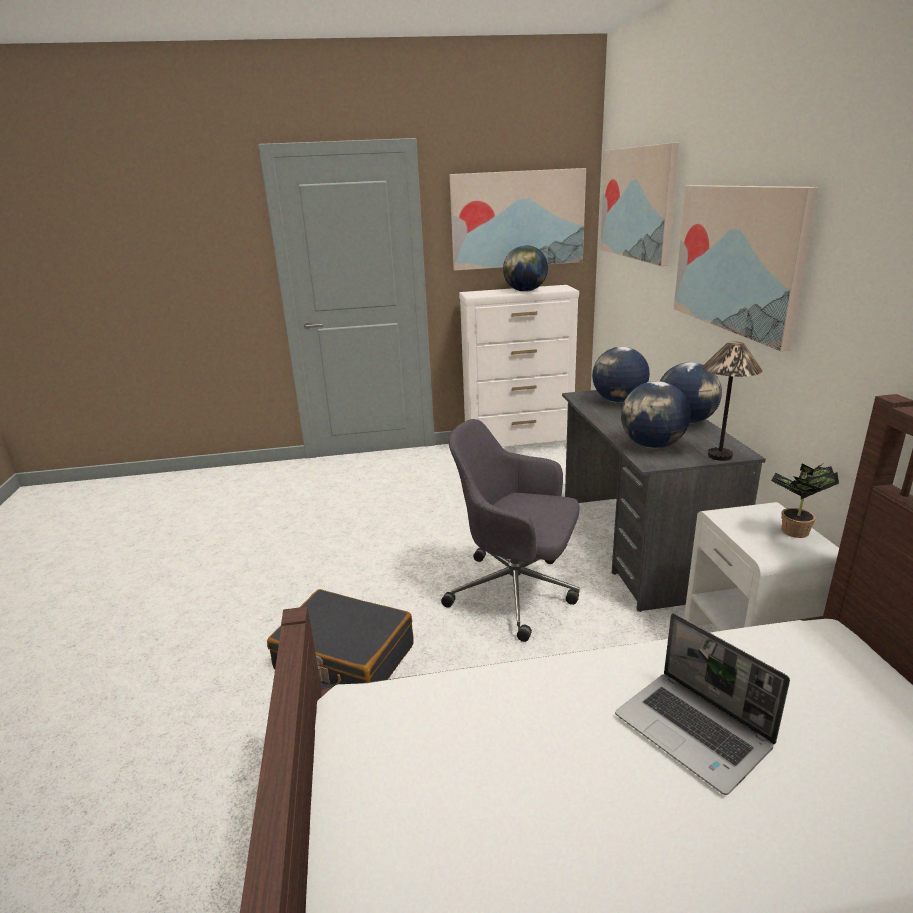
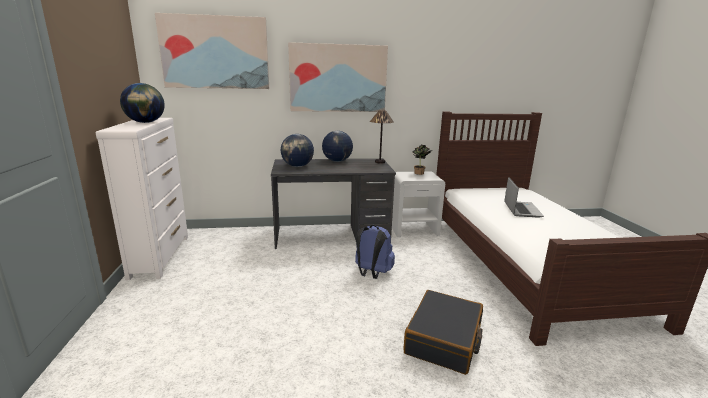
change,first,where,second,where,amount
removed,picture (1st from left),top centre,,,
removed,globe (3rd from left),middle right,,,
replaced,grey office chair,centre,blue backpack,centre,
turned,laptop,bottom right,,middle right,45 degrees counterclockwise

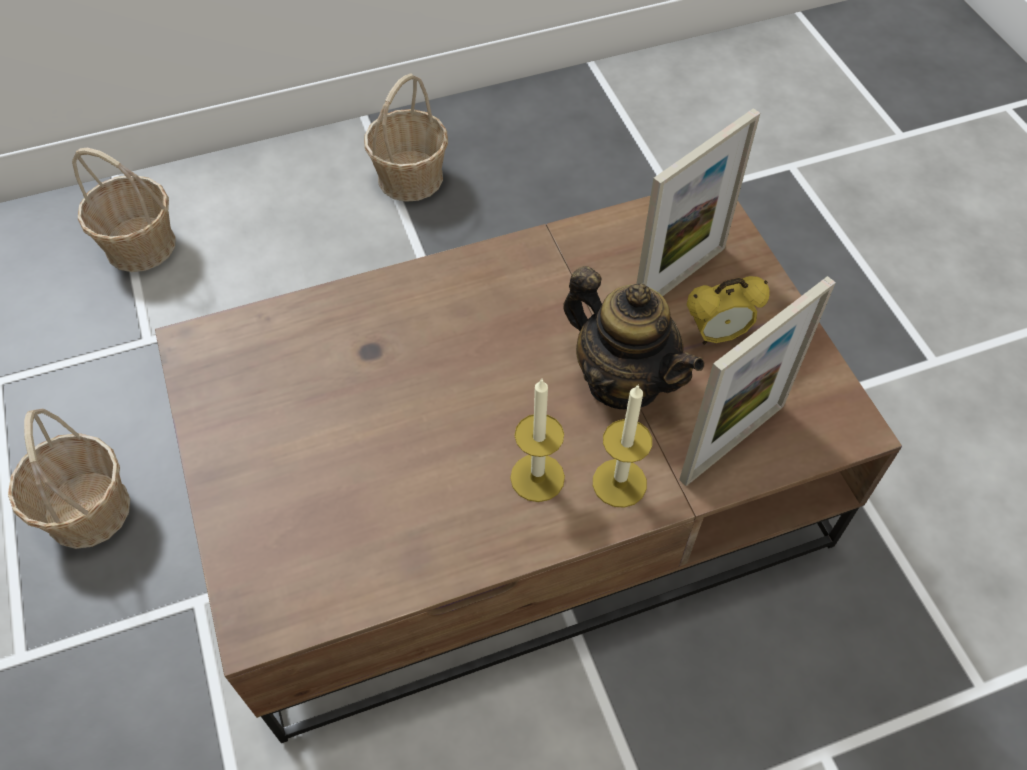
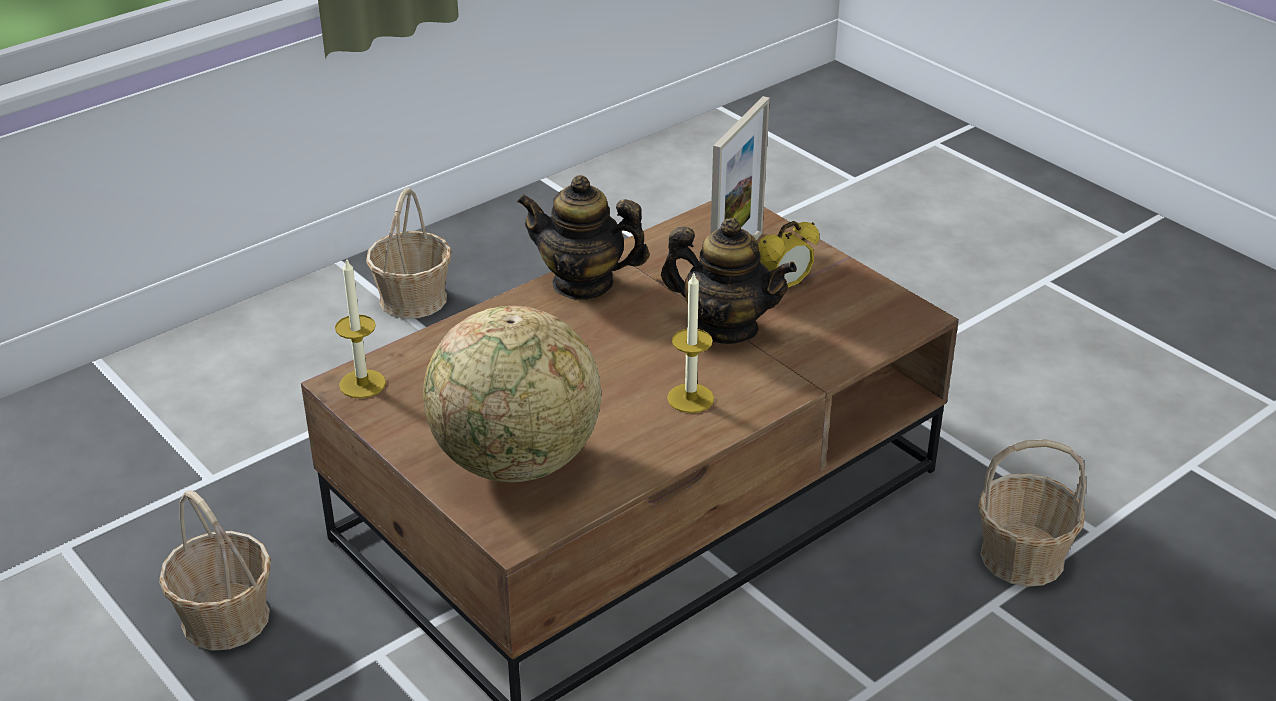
change,first,where,second,where,amount
moved,basket (2nd from left in the first image),top left,basket (3rd from left),bottom right,
removed,picture frame (2nd from left),middle right,,,
moved,candle (2nd from left in the first image),centre,candle (1st from left),middle left,
added,,,teapot (1st from left),centre,
added,,,globe,centre,

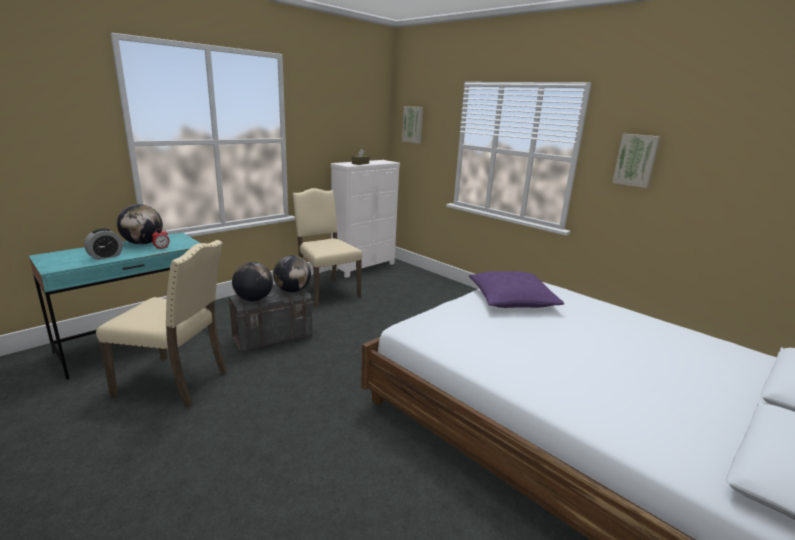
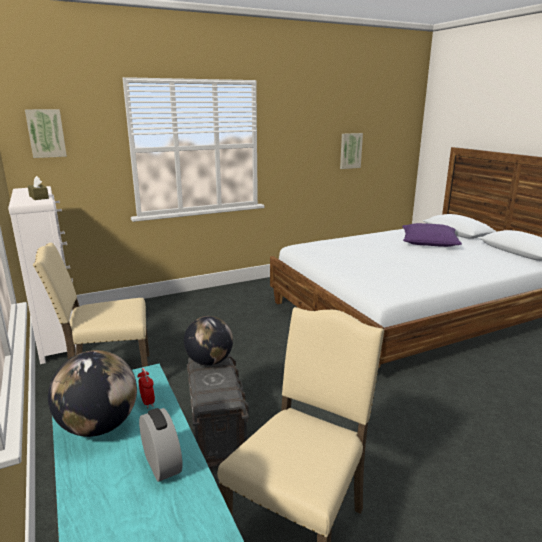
change,first,where,second,where,amount
moved,picture (2nd from left),top right,,top centre,
removed,globe (2nd from left),middle left,,,
moved,purple pillow,centre,,middle right,

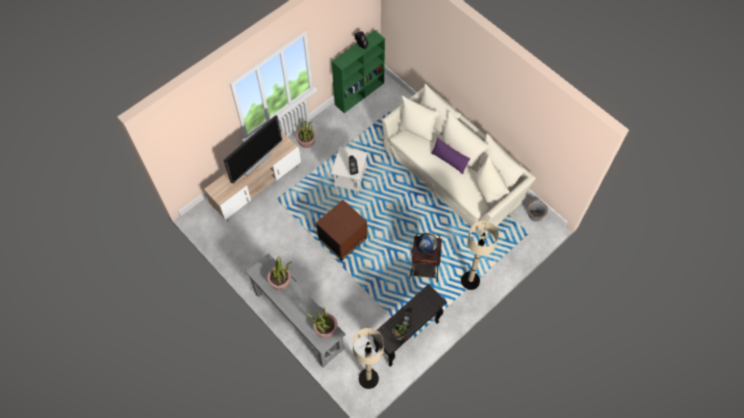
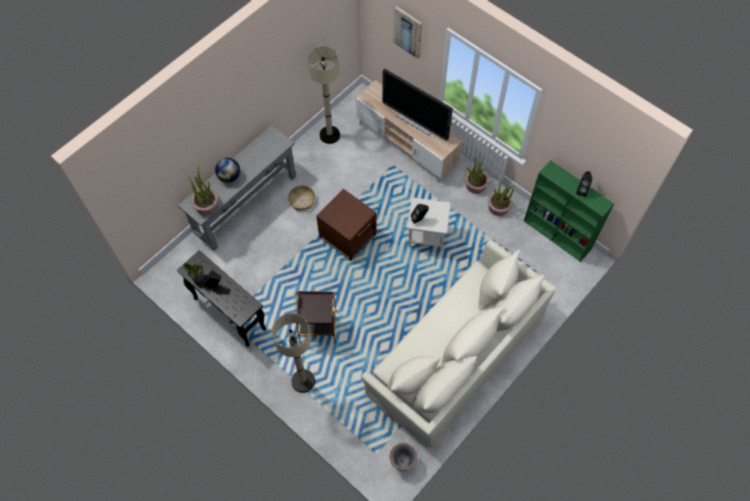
change,first,where,second,where,amount
removed,purple pillow,centre,,,
moved,globe,centre,,middle left,
moved,potted plant (1st from left in the first image),centre,potted plant (4th from left),middle right,
moved,beige floor lamp (1st from left in the first image),bottom centre,beige floor lamp (2nd from left),top centre,
added,,,picture,top centre,
added,,,basket,centre,

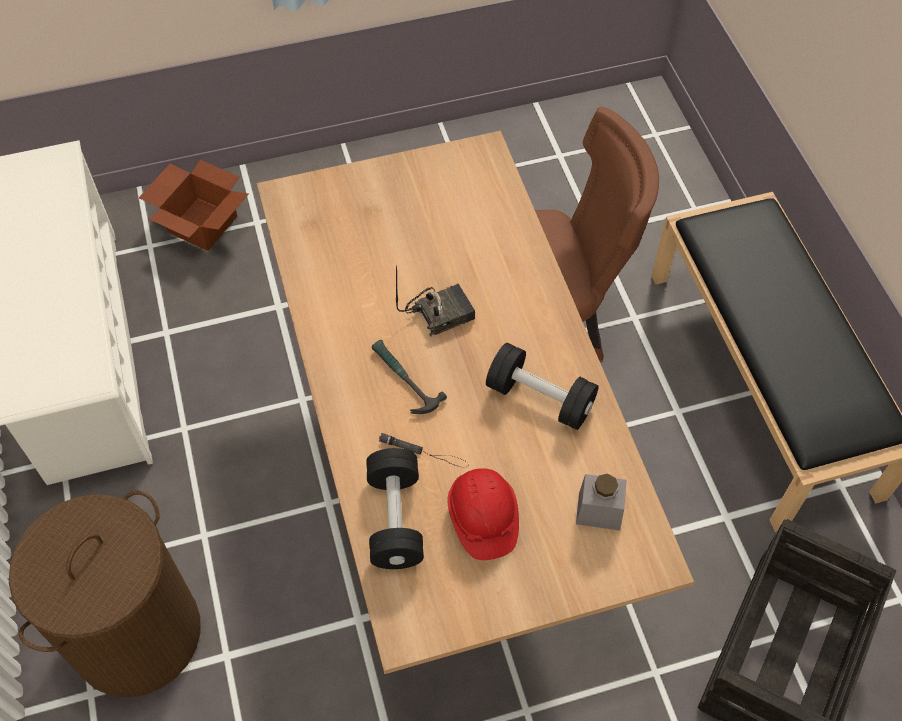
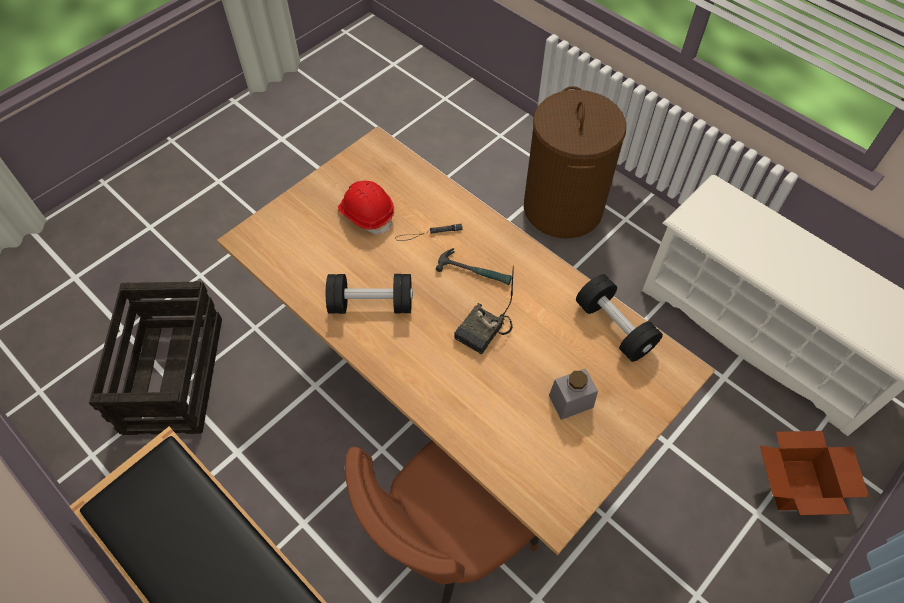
change,first,where,second,where,amount
moved,black dumbbell (1st from left in the first image),bottom centre,black dumbbell (2nd from left),middle right,
moved,grey jar,bottom centre,,centre,

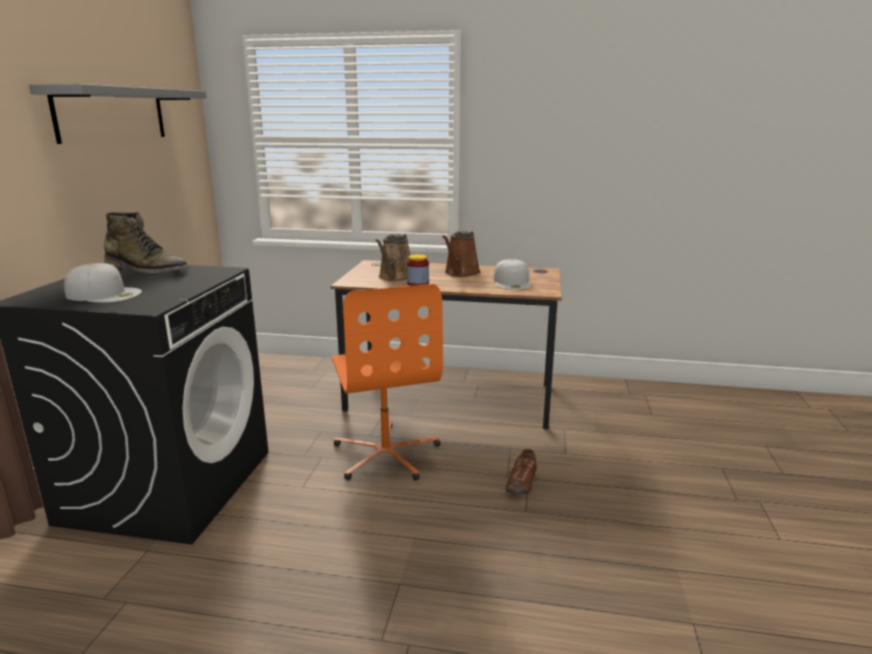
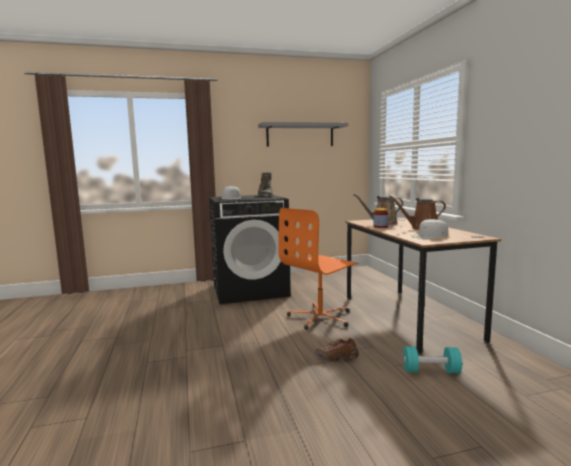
change,first,where,second,where,amount
added,,,turquoise dumbbell,bottom right,

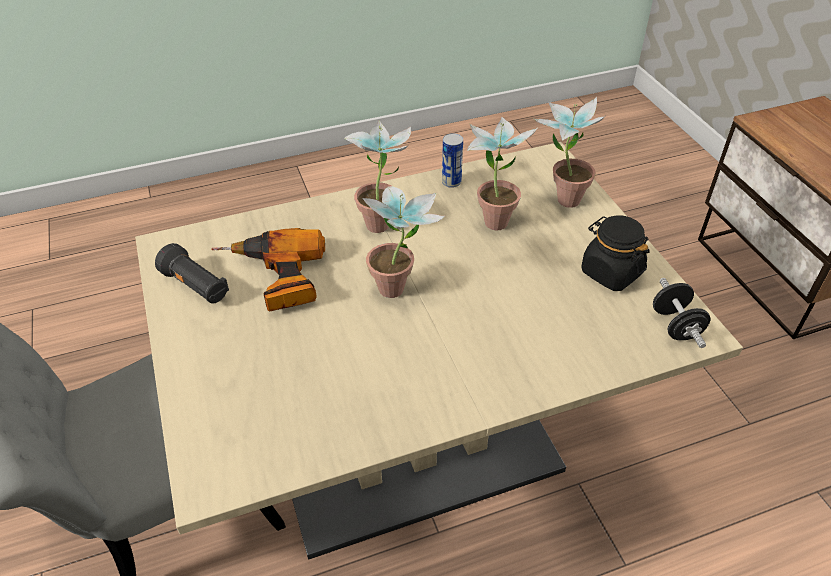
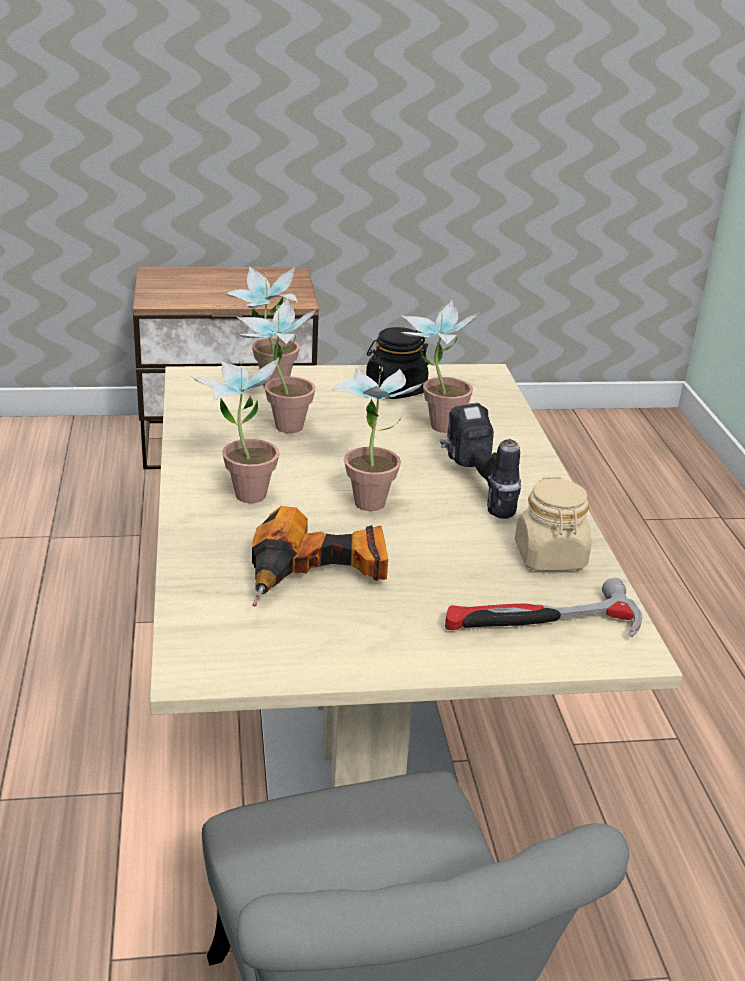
change,first,where,second,where,amount
removed,can,top centre,,,
removed,black flashlight,middle left,,,
removed,black dumbbell,middle right,,,
added,,,potted plant (5th from left),centre,
added,,,power drill (2nd from left),centre,
added,,,beige jar,middle right,
added,,,hammer,middle right,

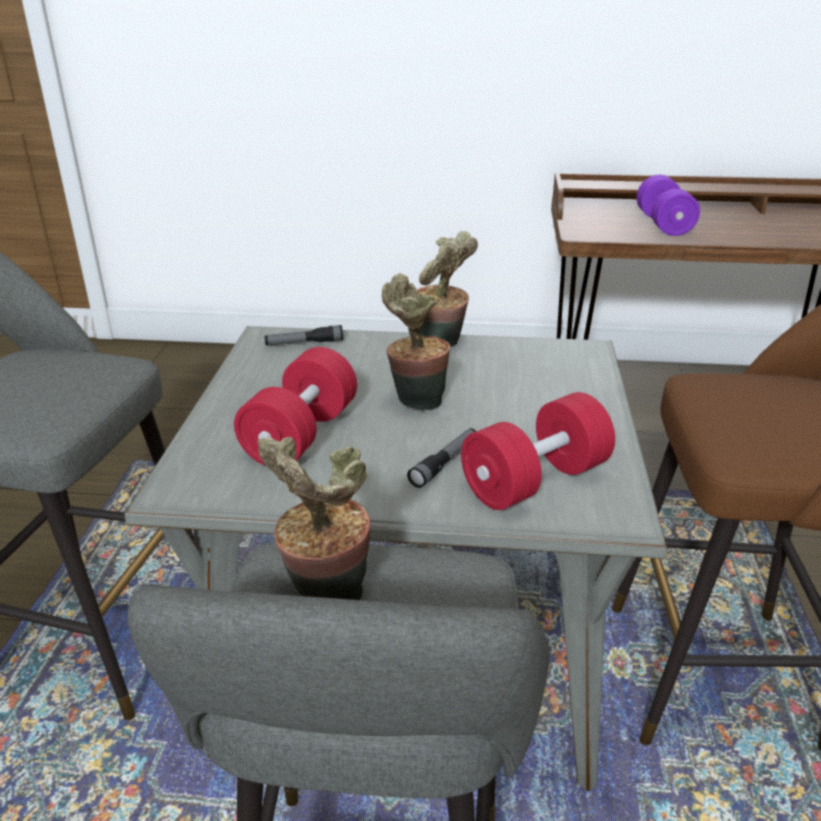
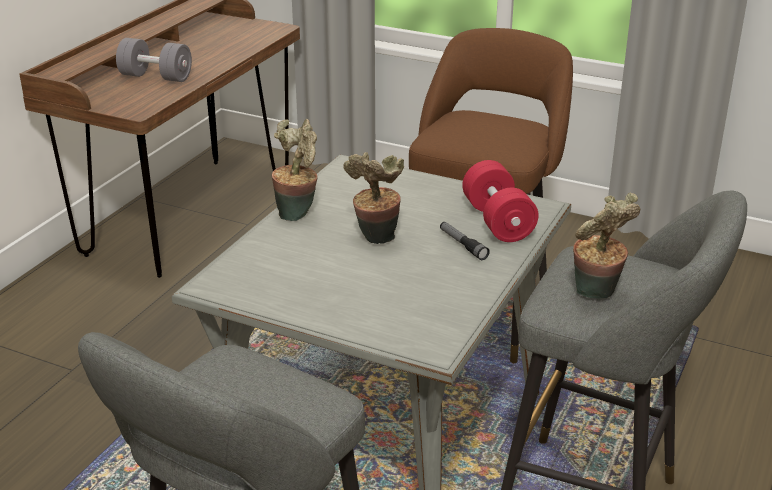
change,first,where,second,where,amount
recoloured,purple dumbbell,top right,grey dumbbell,top left,
removed,flashlight (1st from left),centre,,,
removed,red dumbbell (1st from left),centre,,,

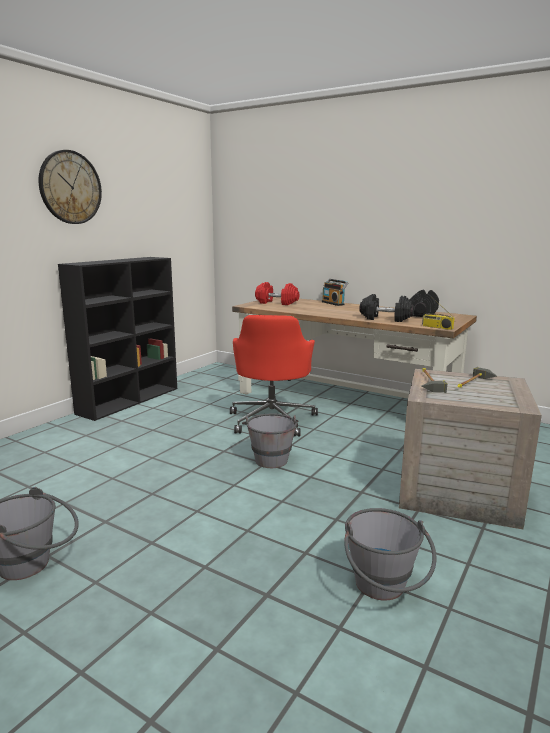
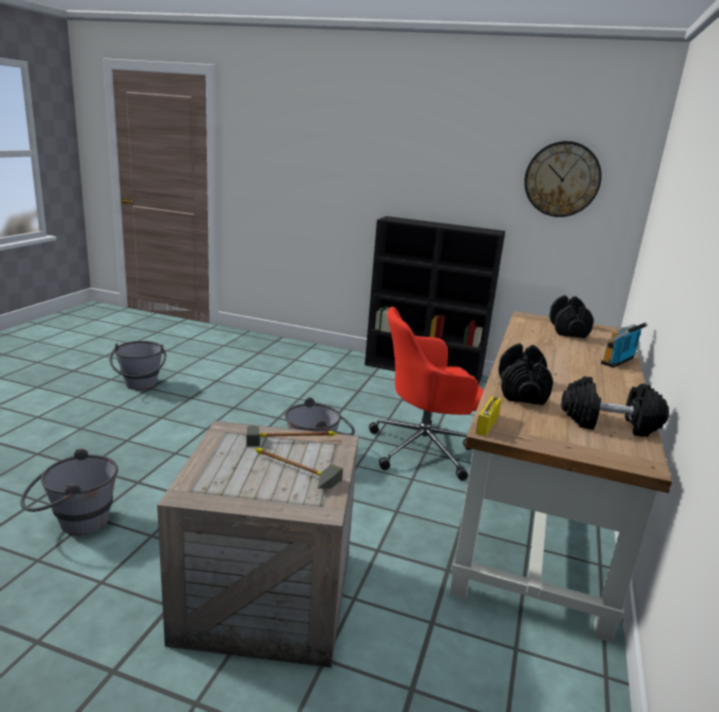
change,first,where,second,where,amount
moved,wall clock,top left,,top right,
recoloured,red dumbbell,centre,black dumbbell (2nd from left),middle right,

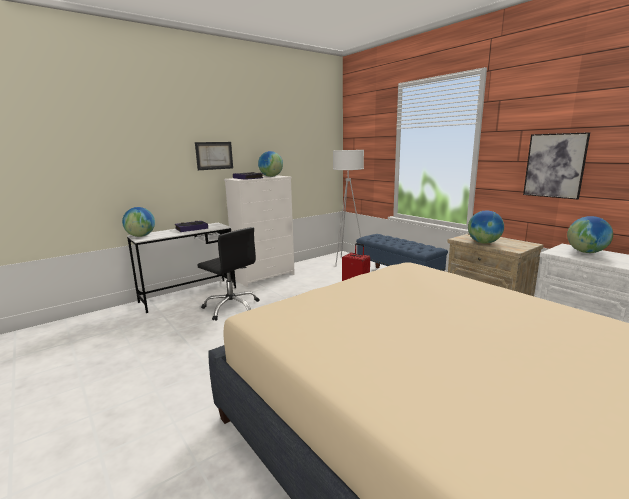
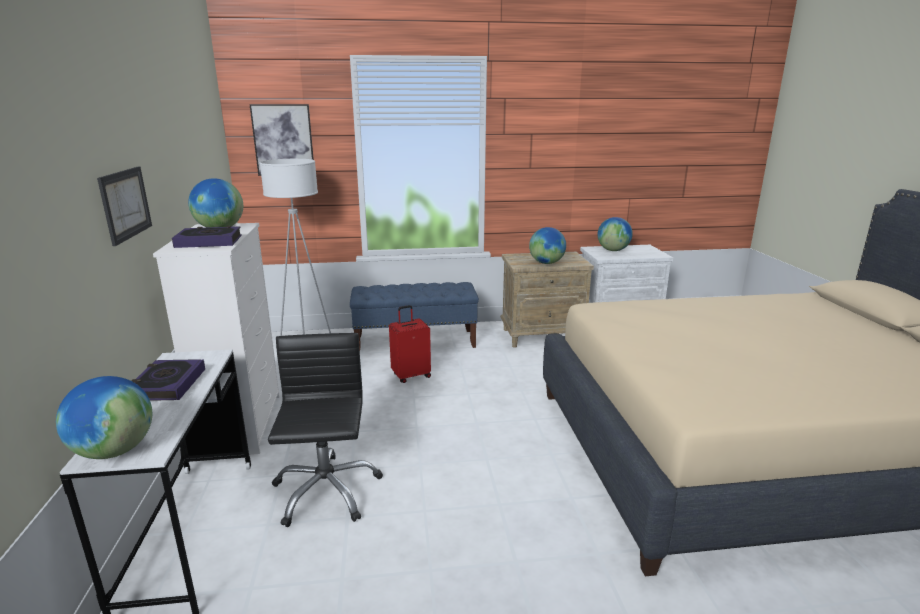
change,first,where,second,where,amount
moved,picture (2nd from left),top right,,top left,
turned,black office chair,centre,,bottom centre,75 degrees counterclockwise

